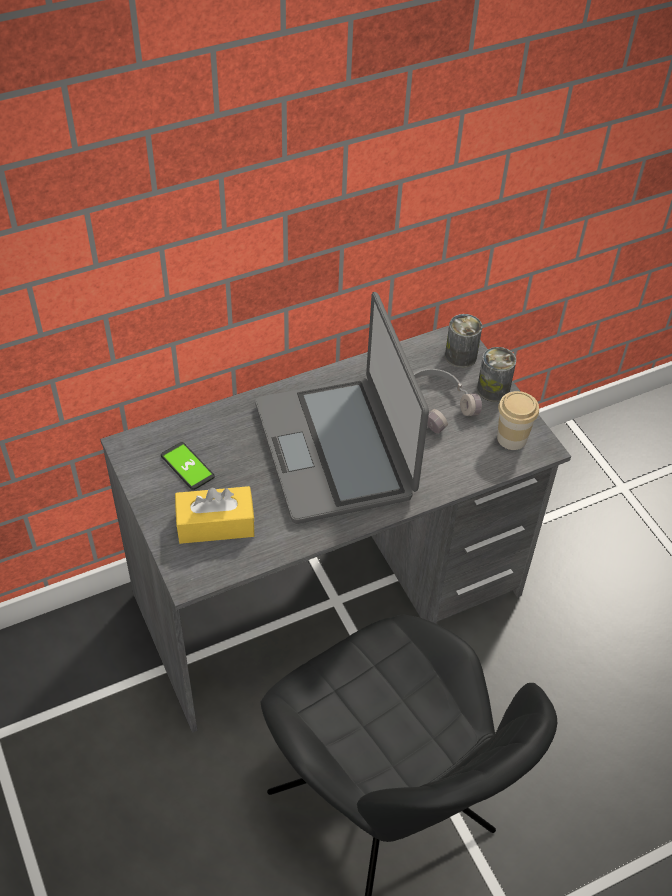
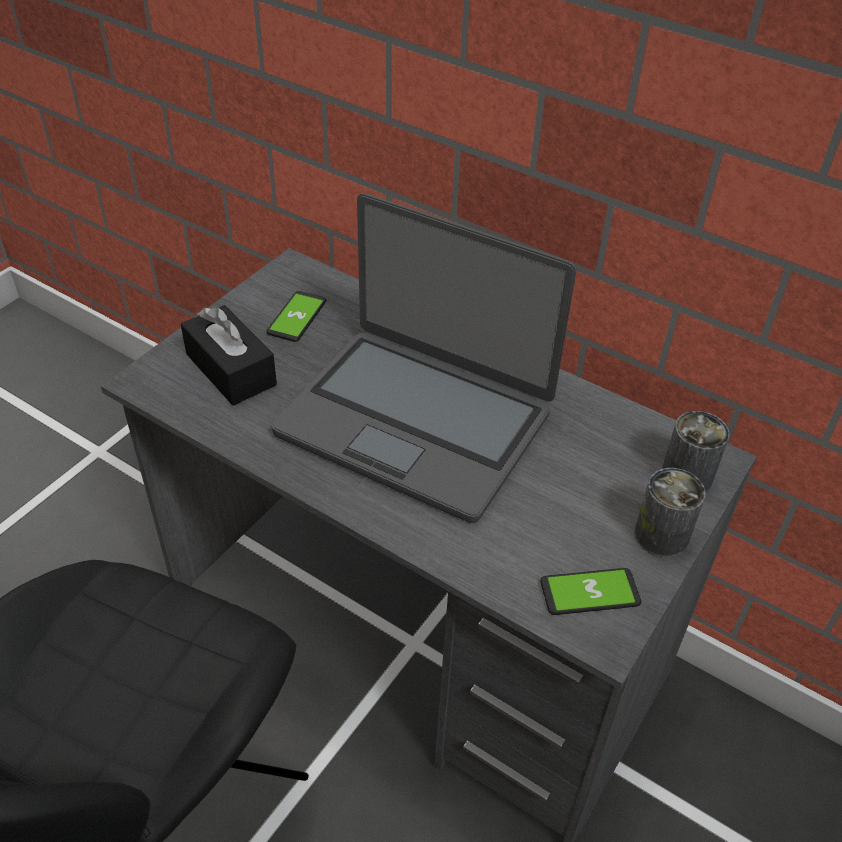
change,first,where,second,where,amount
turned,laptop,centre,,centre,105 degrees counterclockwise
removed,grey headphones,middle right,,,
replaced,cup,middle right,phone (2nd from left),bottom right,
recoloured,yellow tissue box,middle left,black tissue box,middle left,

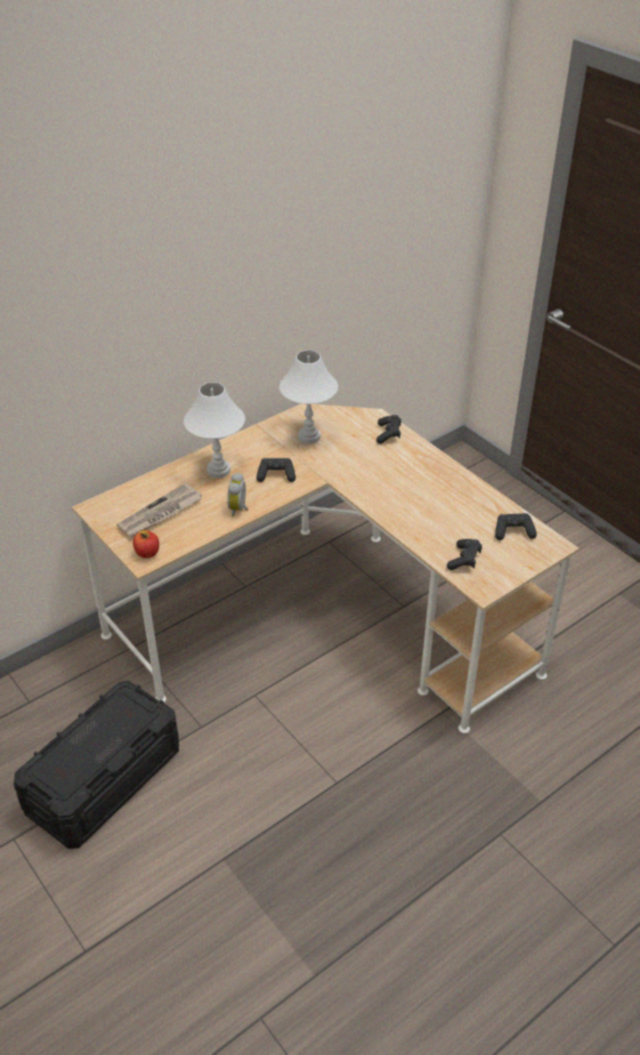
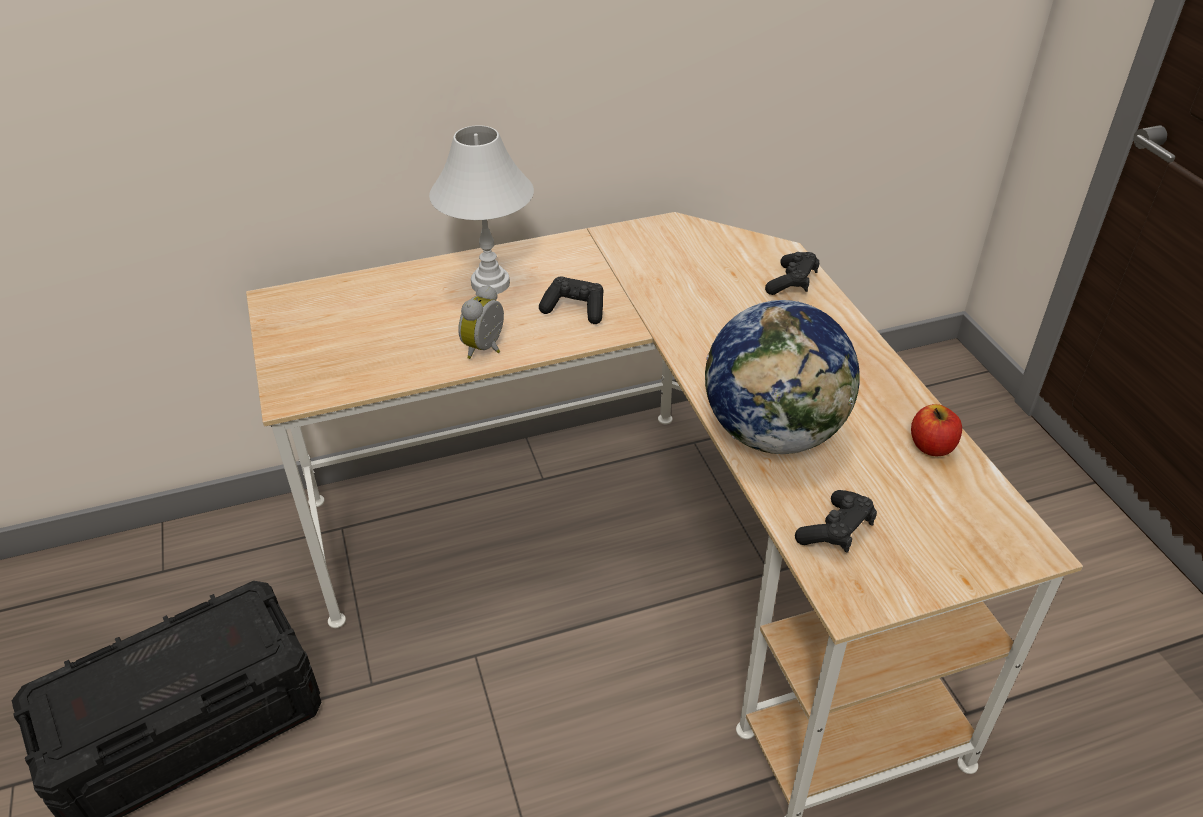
change,first,where,second,where,amount
removed,white table lamp (2nd from left),centre,,,
removed,newspaper,middle left,,,
removed,black game controller (4th from left),middle right,,,
moved,apple,middle left,,middle right,
added,,,globe,centre,

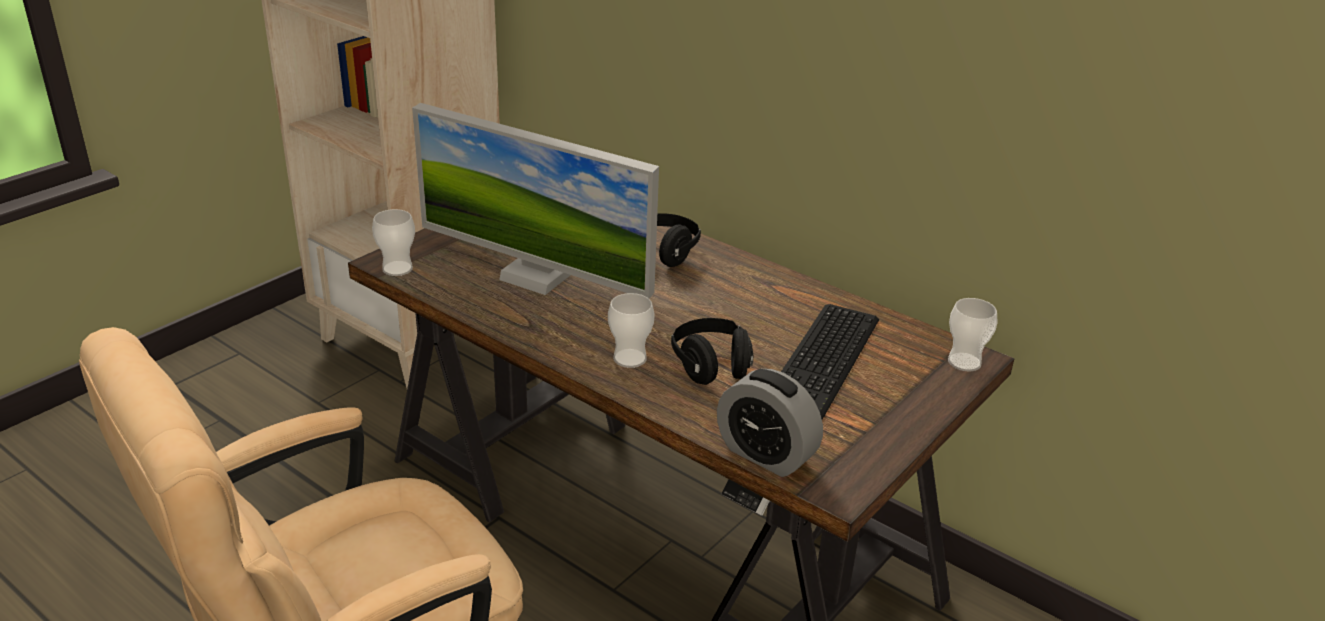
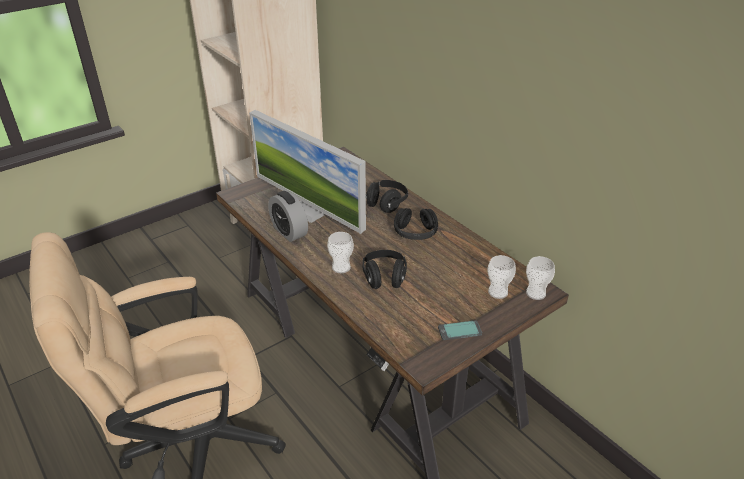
change,first,where,second,where,amount
moved,cup (1st from left in the first image),middle left,cup (2nd from left),middle right,
removed,keyboard,centre,,,
moved,alarm clock,bottom centre,,centre,
added,,,black headphones (3rd from left),centre,
added,,,phone,bottom centre,

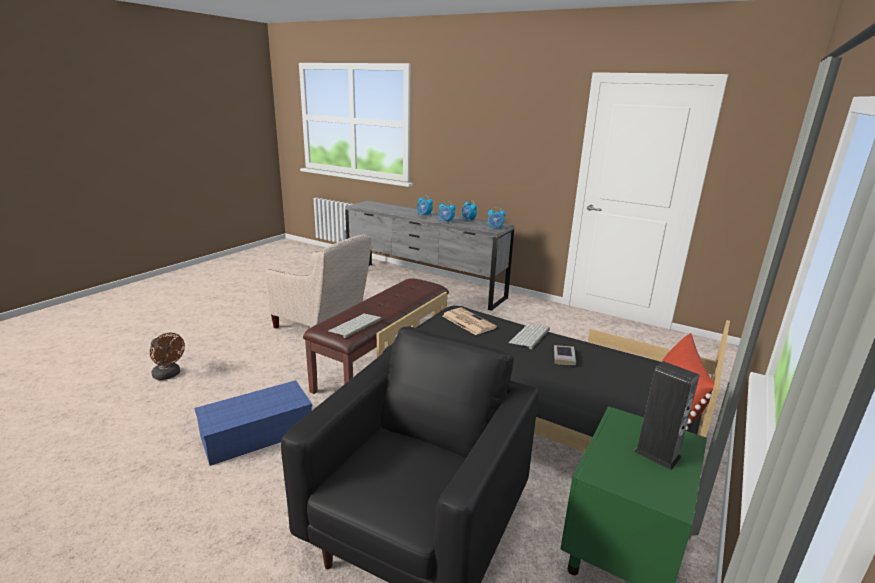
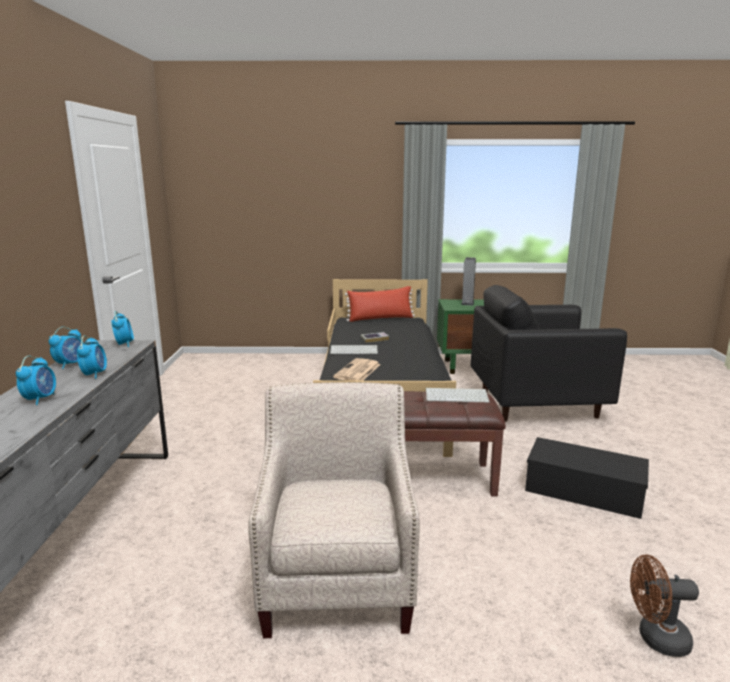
change,first,where,second,where,amount
turned,brown fan,middle left,,bottom right,90 degrees counterclockwise
recoloured,blue storage box,bottom left,black storage box,bottom right,

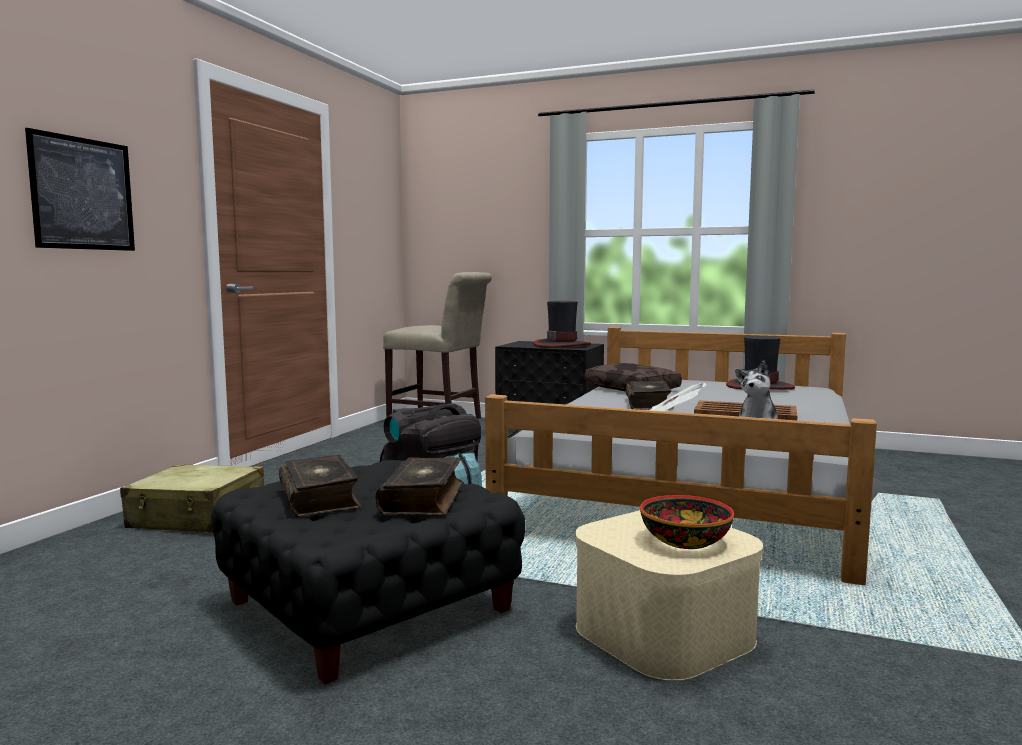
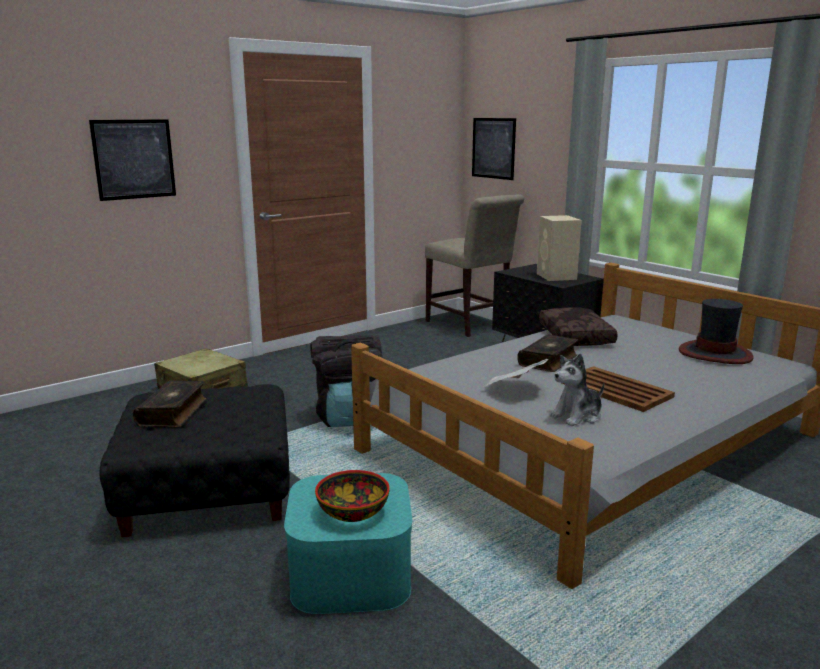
change,first,where,second,where,amount
replaced,hat (1st from left),centre,beige speaker,middle right,
removed,book (2nd from left),centre,,,
recoloured,beige storage box,bottom centre,turquoise storage box,bottom centre,
added,,,picture (2nd from left),top centre,

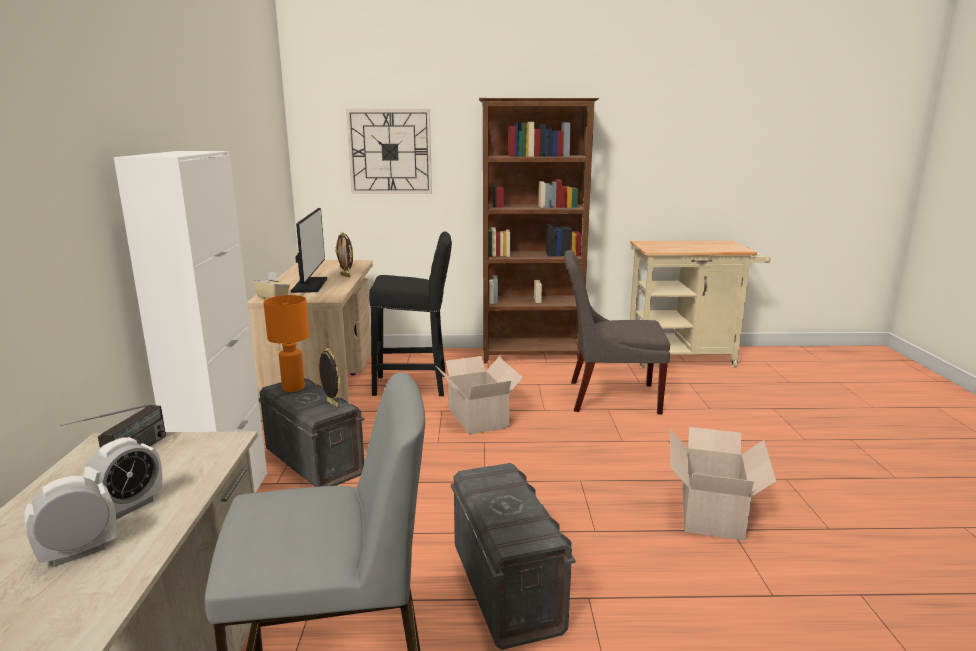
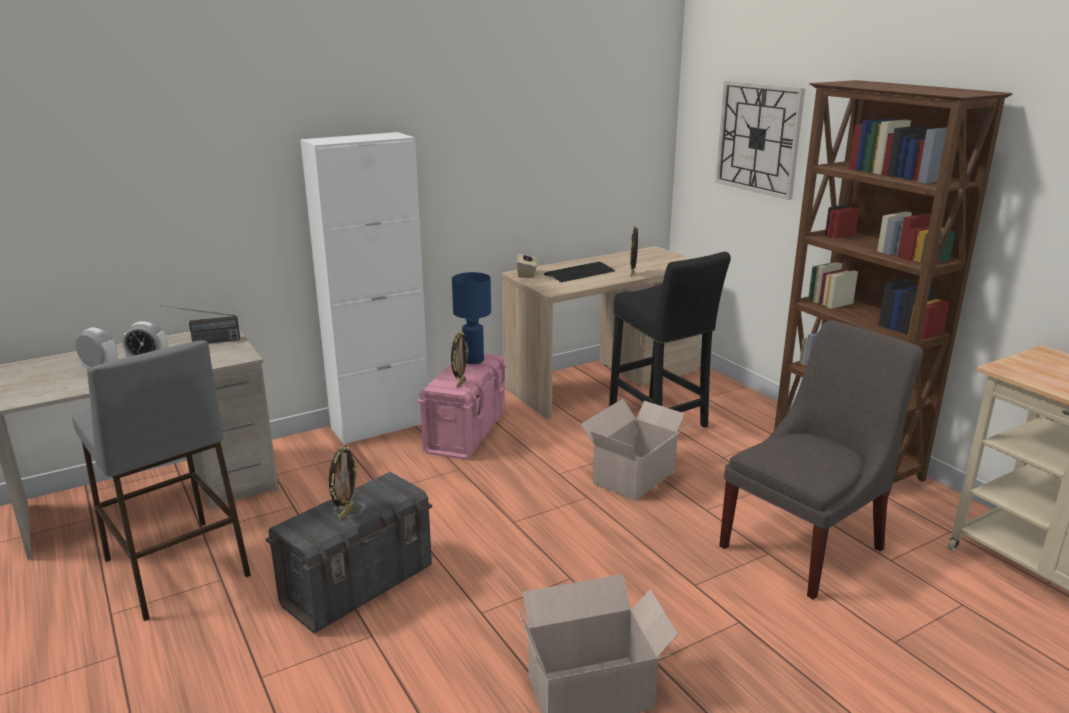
change,first,where,second,where,amount
replaced,monitor,middle left,keyboard,centre,
turned,grey chair,centre,,middle right,75 degrees clockwise
recoloured,orange table lamp,middle left,blue table lamp,centre,
recoloured,grey storage box (1st from left),middle left,pink storage box,centre,
added,,,picture frame (1st from left),bottom left,

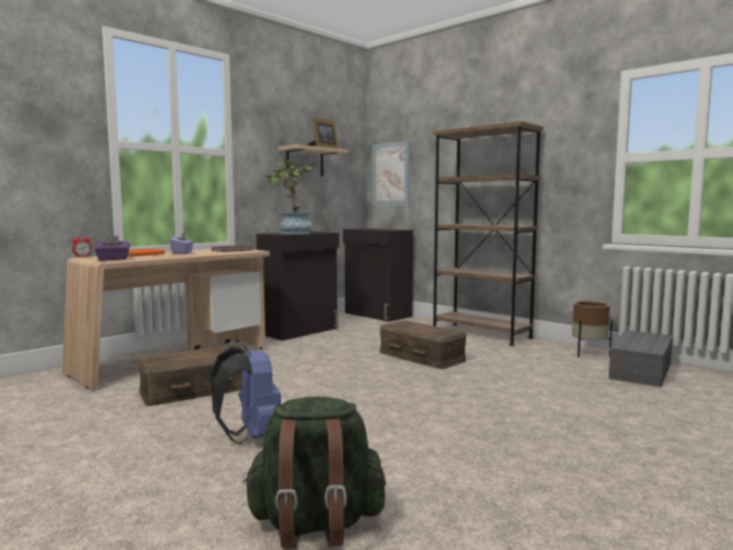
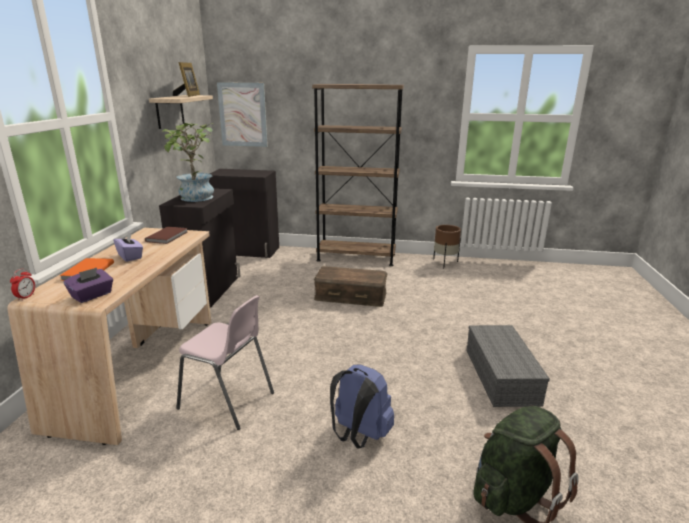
change,first,where,second,where,amount
moved,grey storage box,middle right,,bottom right,
replaced,brown storage box (1st from left),bottom left,pink chair,bottom left,

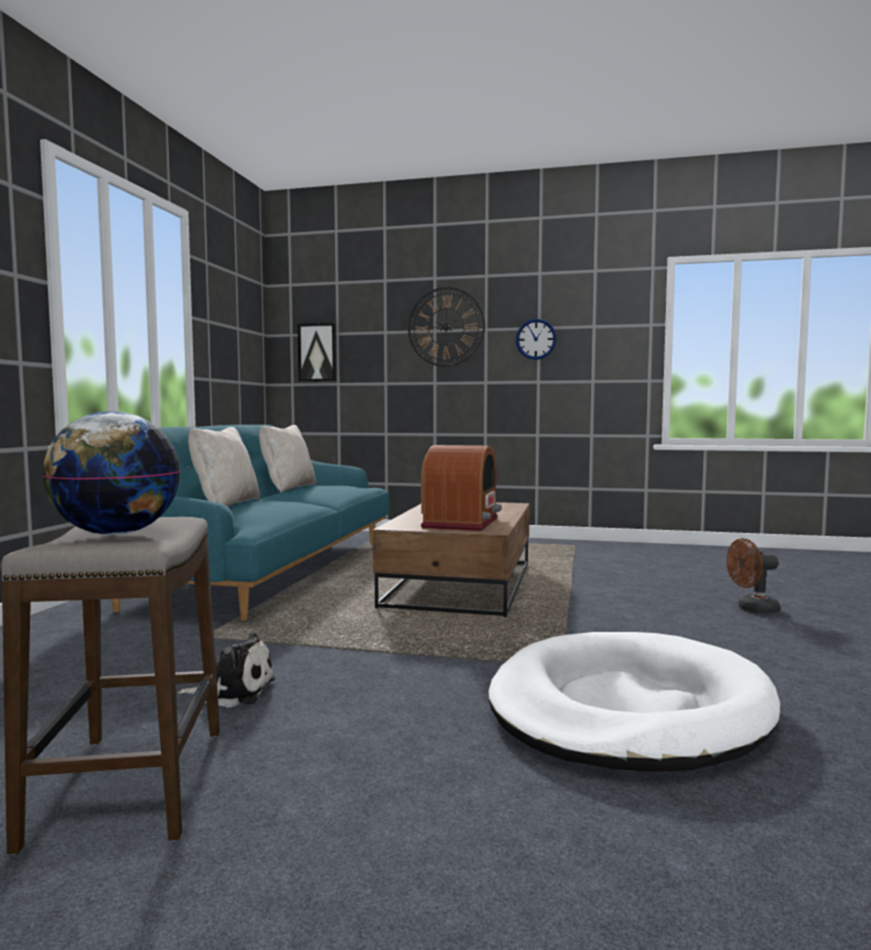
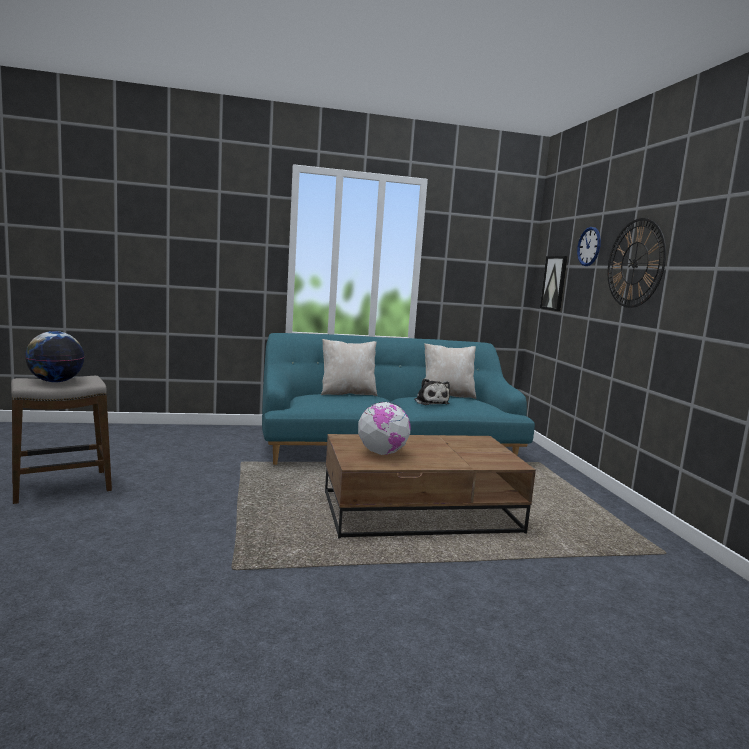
change,first,where,second,where,amount
moved,wall clock (2nd from left in the first image),centre,wall clock (1st from left),top right,
replaced,radio,centre,globe (2nd from left),centre,
removed,brown fan,middle right,,,
moved,plush toy,bottom left,,centre,
removed,white dog bed,bottom right,,,

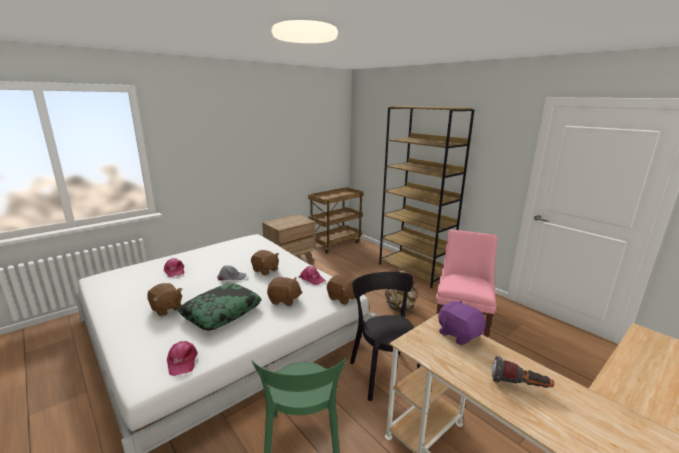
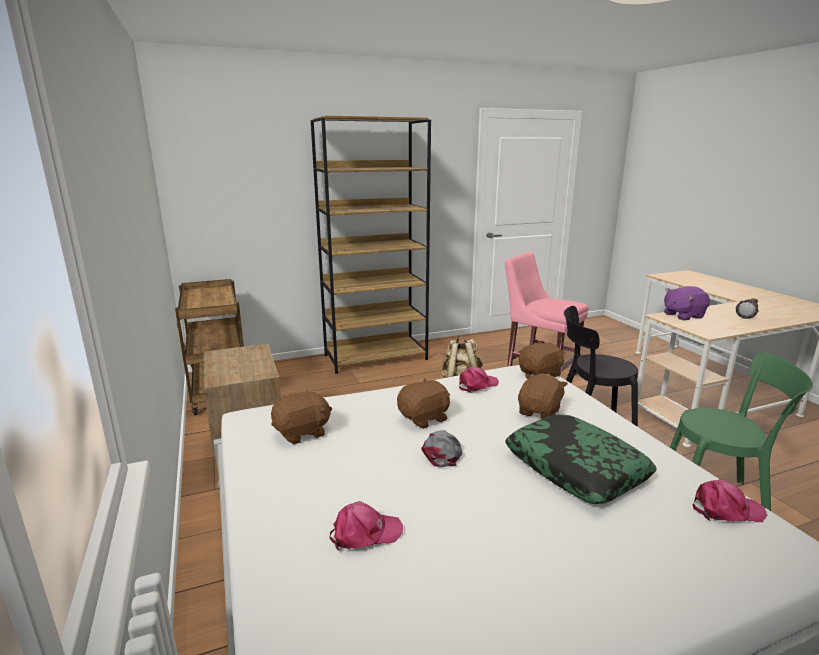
change,first,where,second,where,amount
moved,brown plush toy (1st from left),middle left,,centre,

